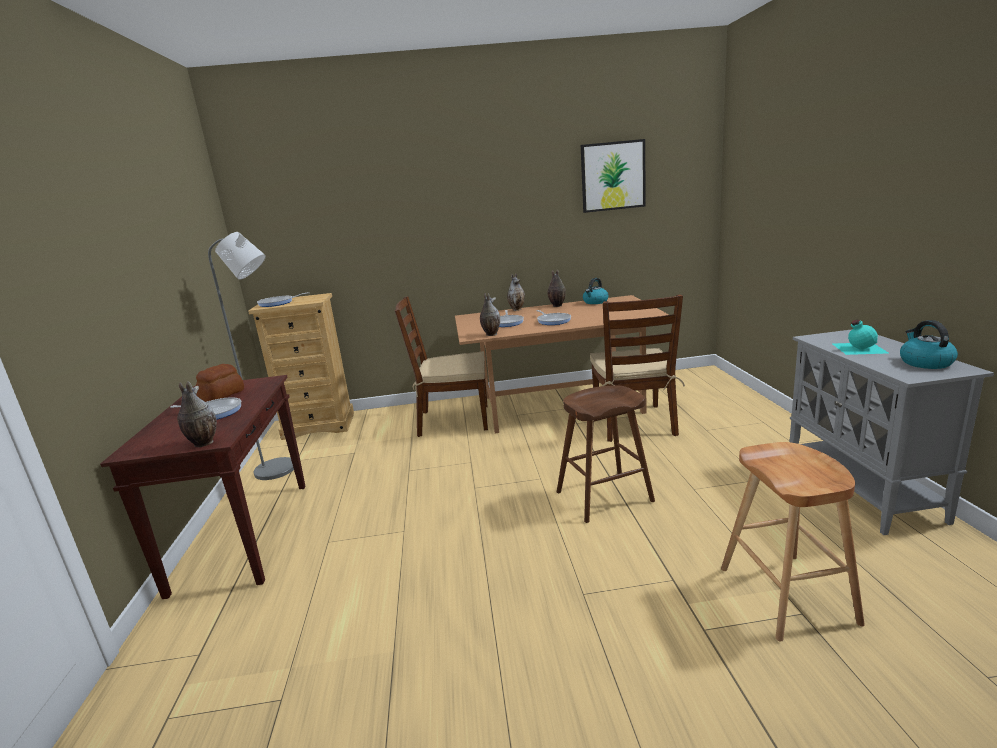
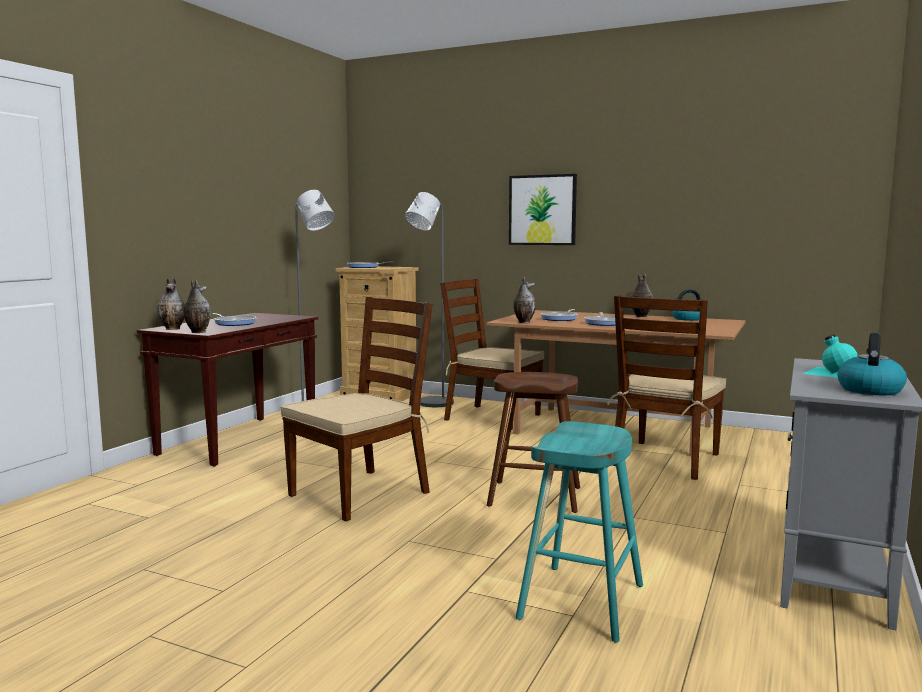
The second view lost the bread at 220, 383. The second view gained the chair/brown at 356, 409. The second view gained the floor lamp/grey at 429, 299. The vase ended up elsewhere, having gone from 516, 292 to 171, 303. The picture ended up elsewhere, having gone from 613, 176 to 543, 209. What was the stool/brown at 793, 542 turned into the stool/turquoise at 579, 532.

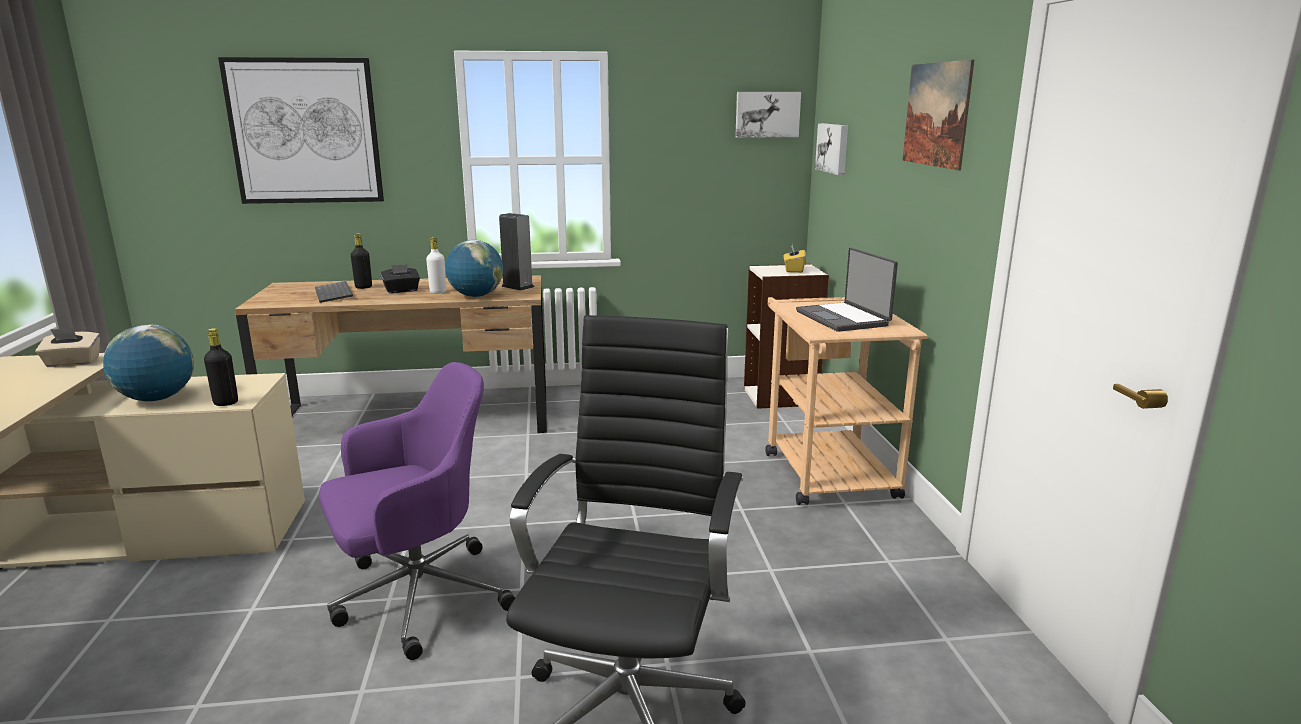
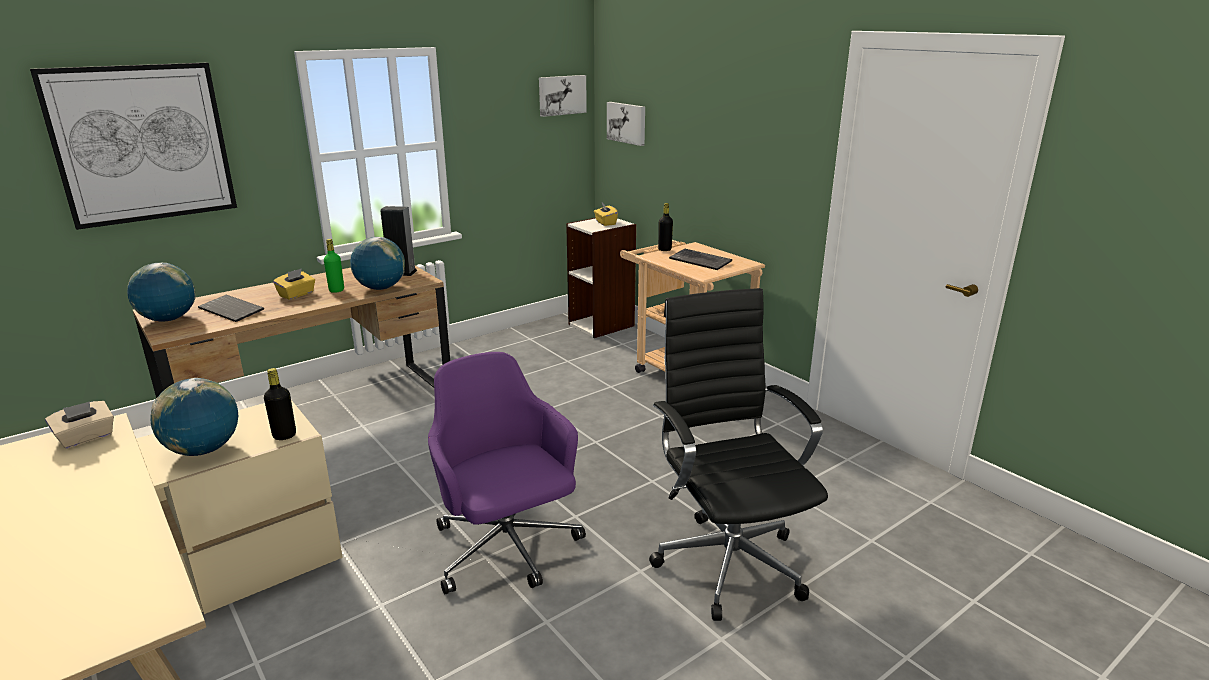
The second view lost the picture at 938, 115. The second view gained the globe at 161, 292. The bottle/black ended up elsewhere, having gone from 361, 261 to 665, 227. Where the laptop stood at 847, 289, the keyboard came to stand at 700, 259. What was the tissue box/black at 400, 278 turned into the tissue box/yellow at 294, 284. What was the bottle/white at 436, 265 turned into the bottle/green at 334, 266. The office chair/purple at 417, 511 ended up facing another way, 60 degrees counterclockwise from before.

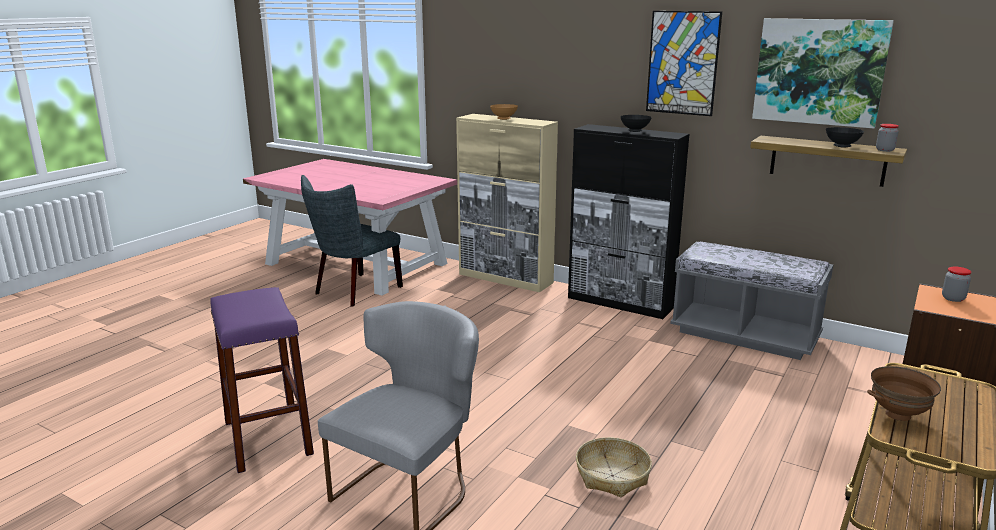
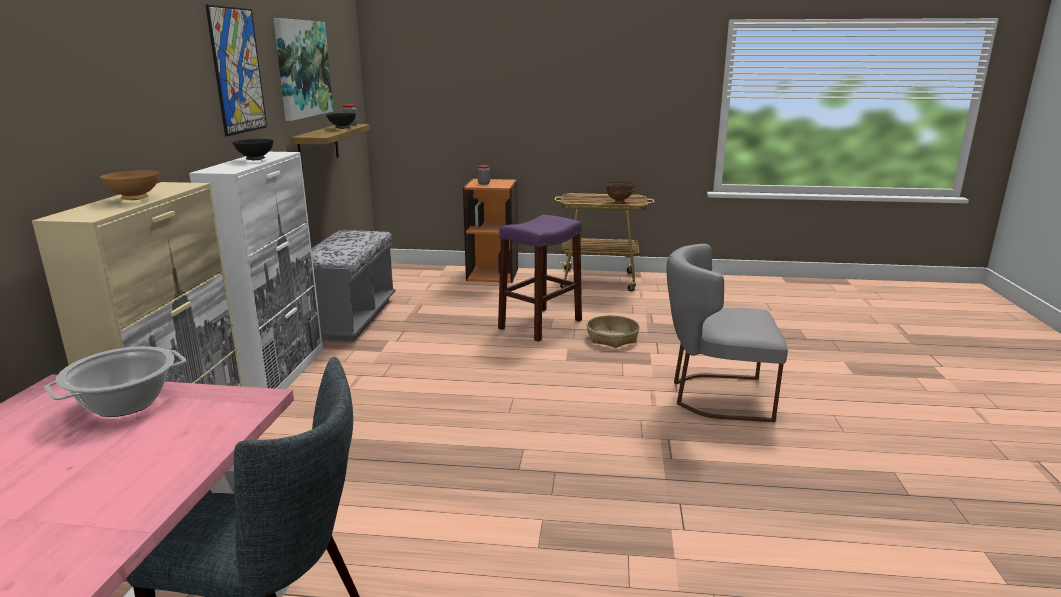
The second view gained the cooking pot at 115, 381. The stool/purple ended up elsewhere, having gone from 262, 380 to 540, 278. What was the cabinet/black at 628, 221 turned into the cabinet/white at 256, 270.

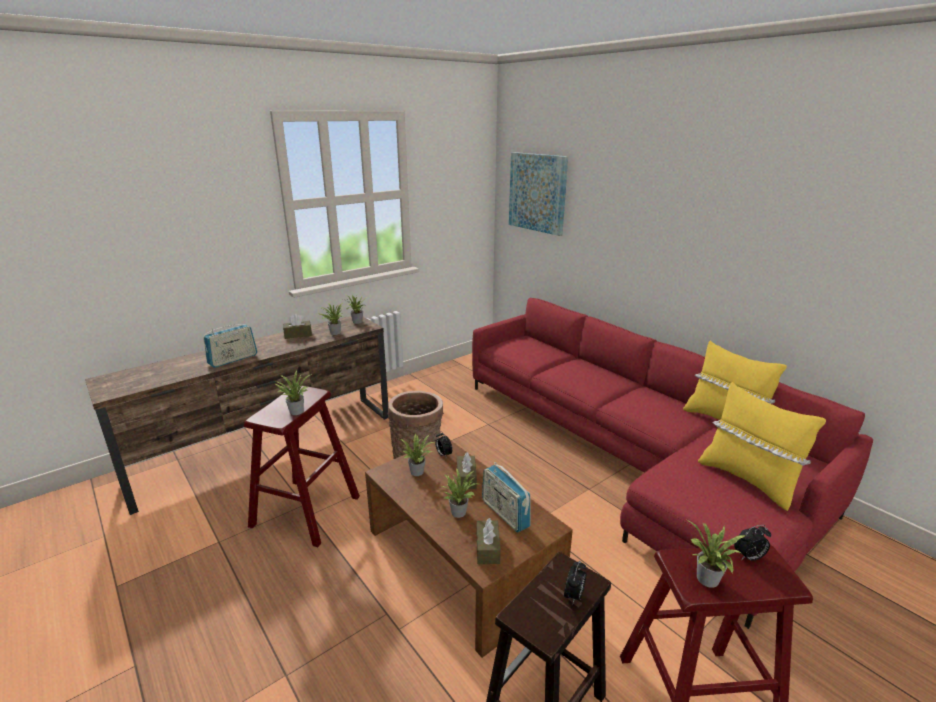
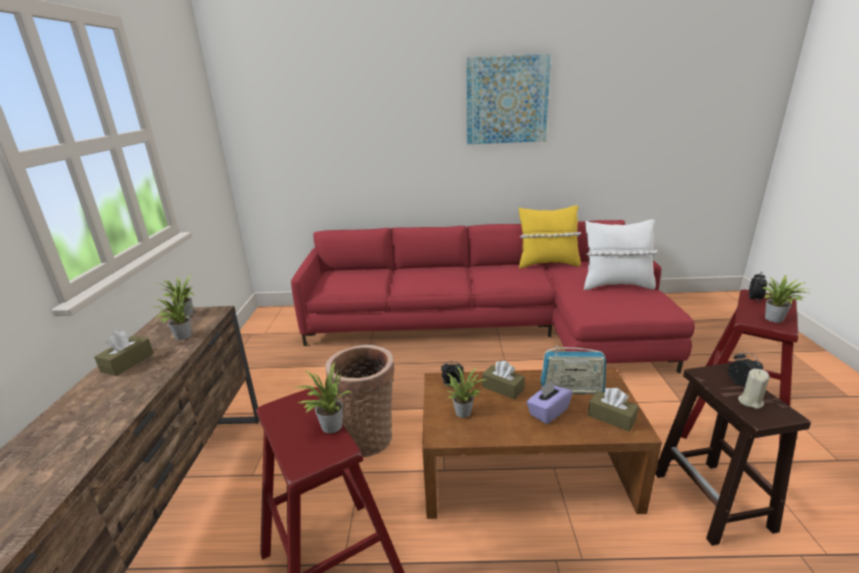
The second view lost the radio at 230, 346. The second view gained the candle/beige at 753, 389. The picture ended up elsewhere, having gone from 538, 194 to 508, 98. Where the potted plant stood at 460, 493, the tissue box/purple came to stand at 549, 402. What was the pillow/yellow at 762, 446 turned into the pillow/white at 621, 254.

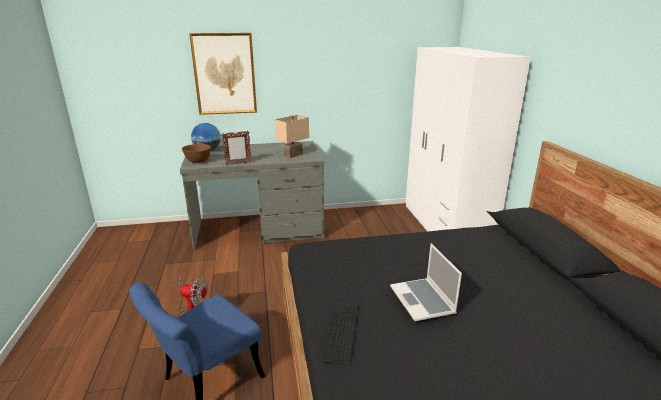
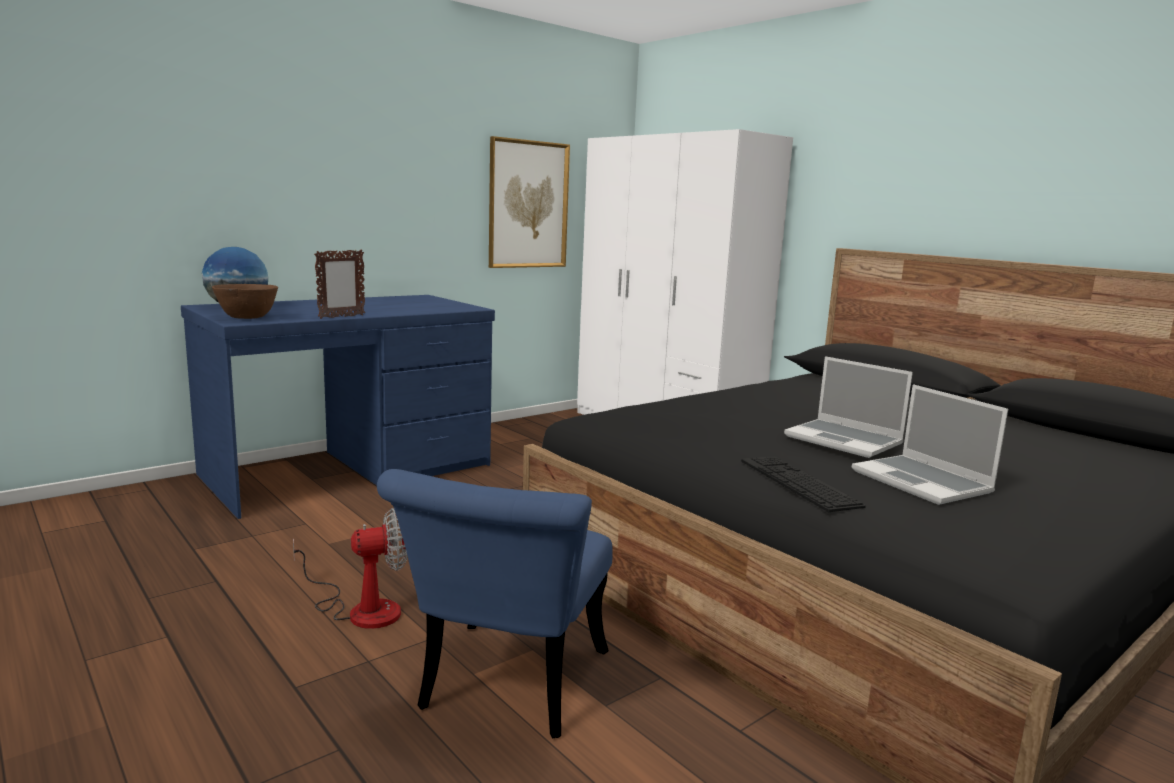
The second view lost the table lamp/beige at 292, 136. The second view gained the laptop at 930, 444. The picture ended up elsewhere, having gone from 223, 74 to 529, 202. What was the desk/grey at 252, 195 turned into the desk/blue at 338, 407.

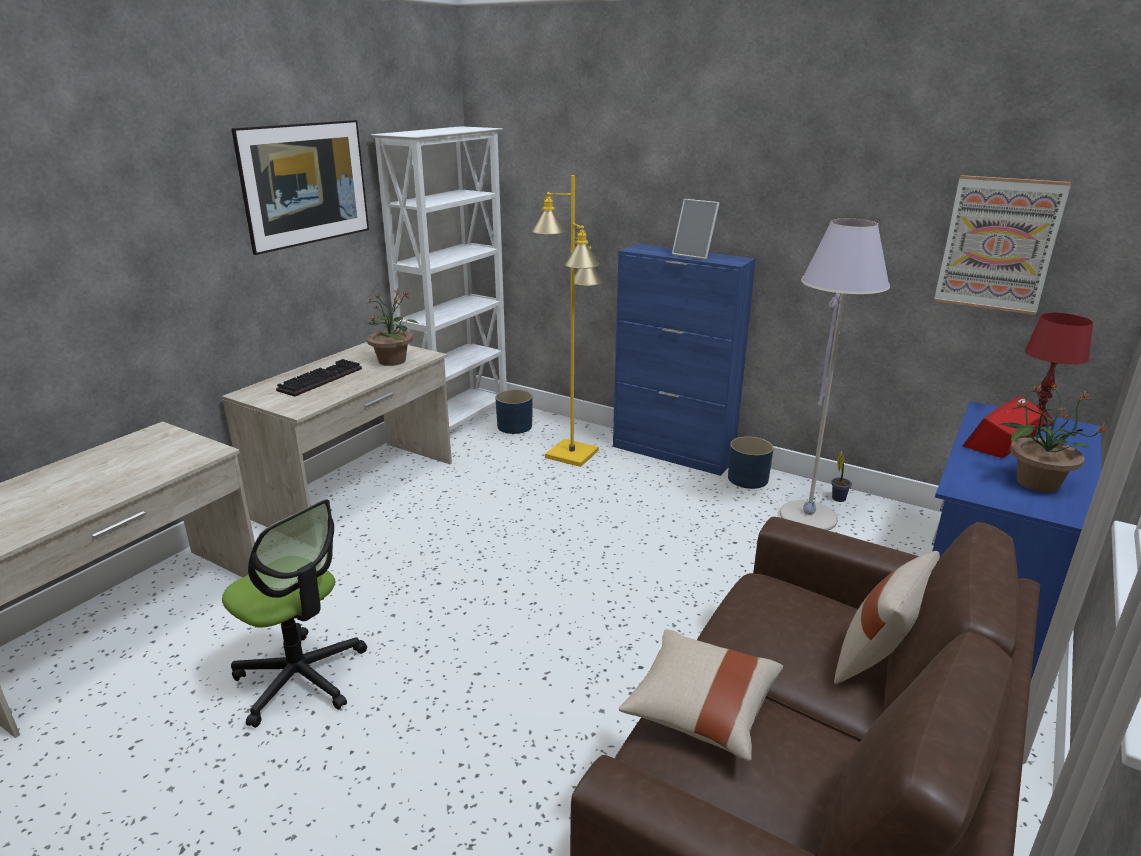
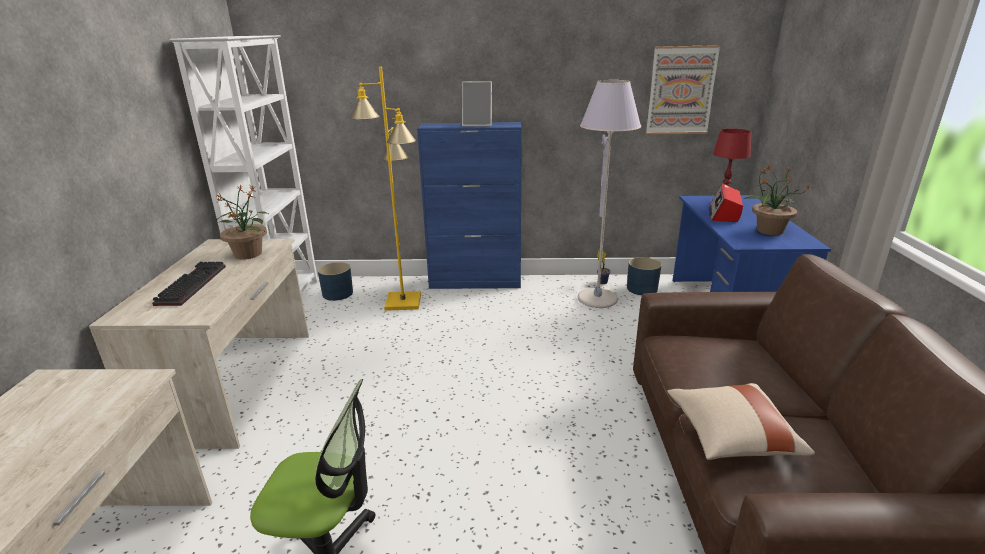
The second view lost the picture at 300, 187. The second view lost the pillow/beige at 887, 617. The planter/blue ended up elsewhere, having gone from 751, 462 to 644, 276.

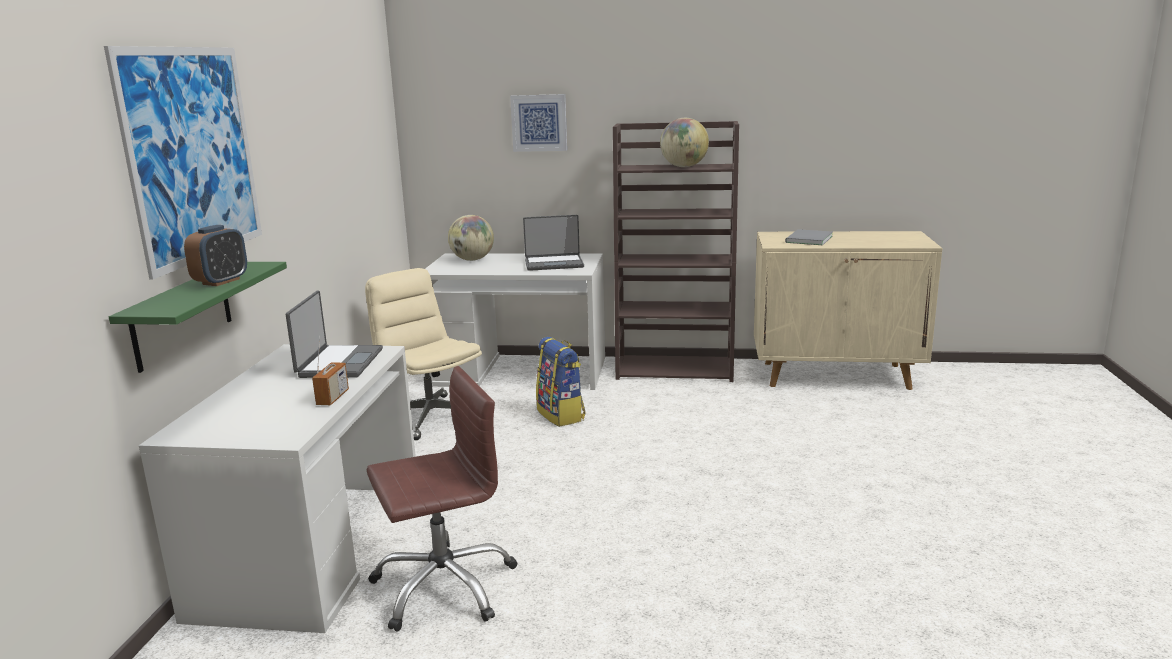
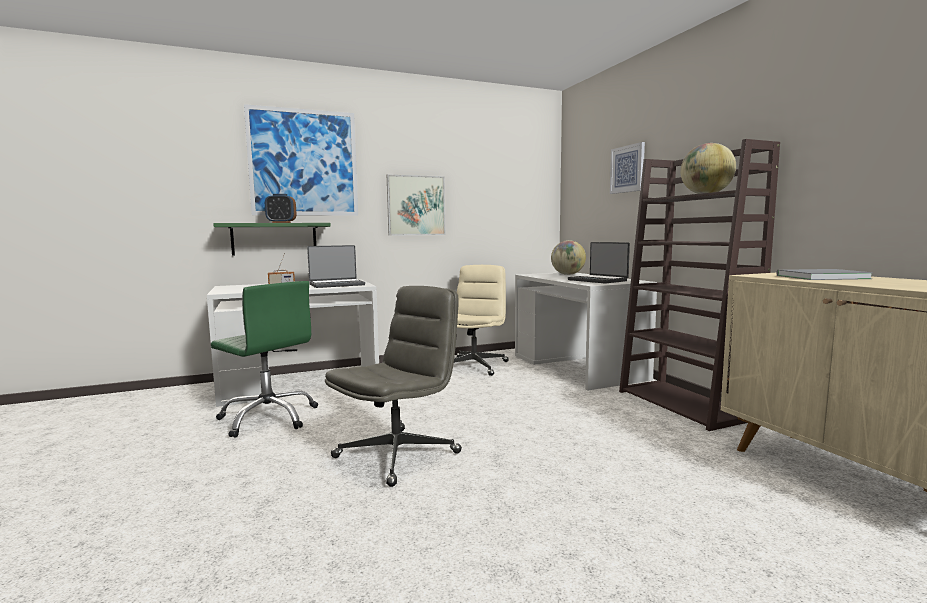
The second view lost the backpack at 561, 382. The second view gained the office chair/grey at 393, 386. The second view gained the picture at 416, 205. What was the office chair/brown at 442, 499 turned into the office chair/green at 264, 359.

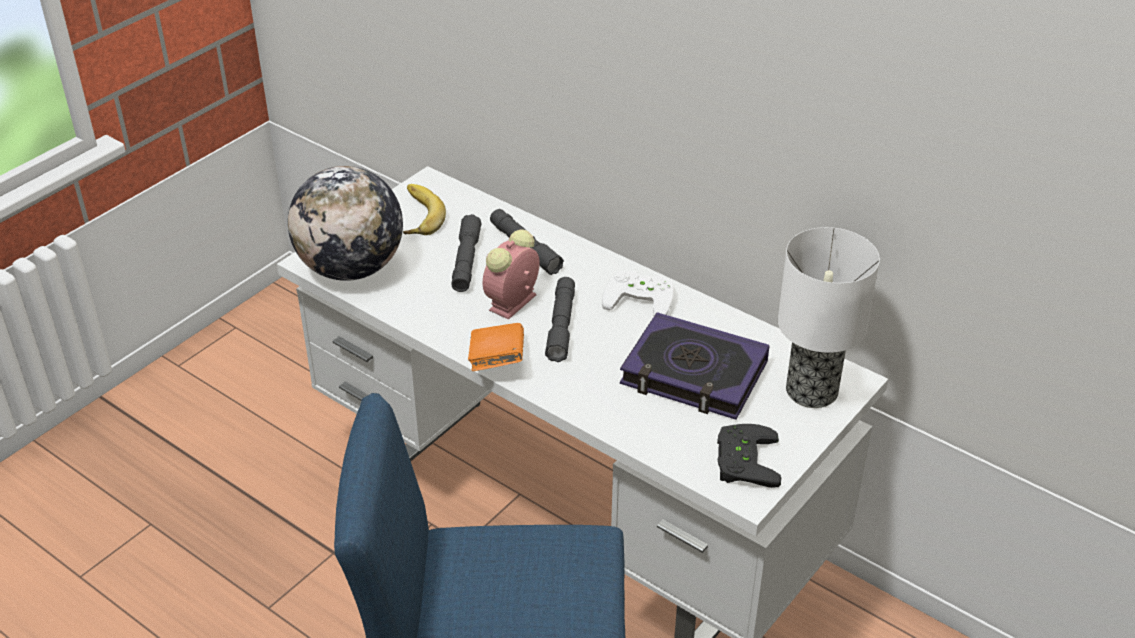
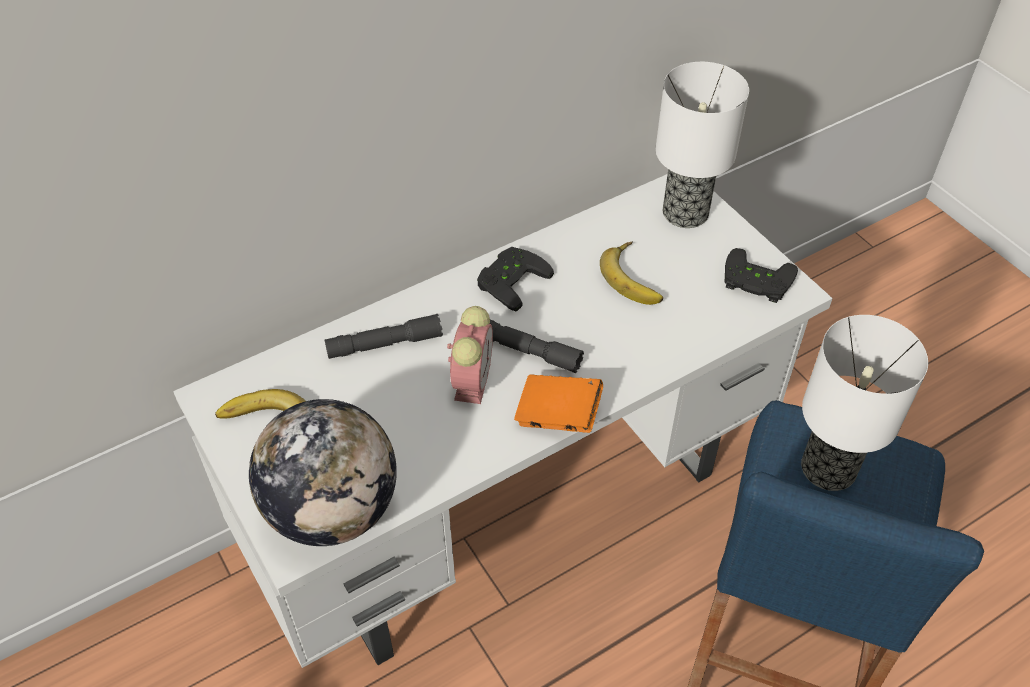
The second view lost the flashlight/grey at 466, 253. The second view gained the table lamp at 864, 403. Where the book stood at 694, 366, the banana came to stand at 631, 273. What was the game controller/white at 638, 293 turned into the game controller/black at 515, 279. The alarm clock at 511, 274 ended up facing another way, 135 degrees counterclockwise from before.

